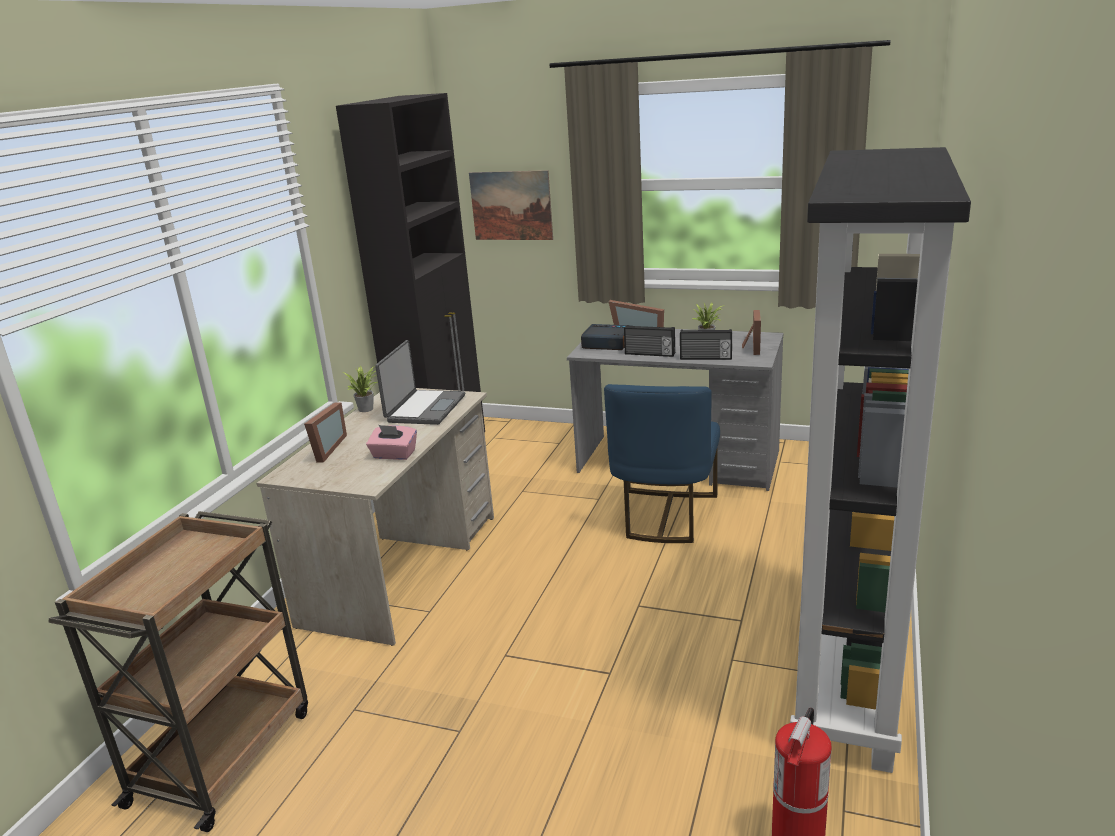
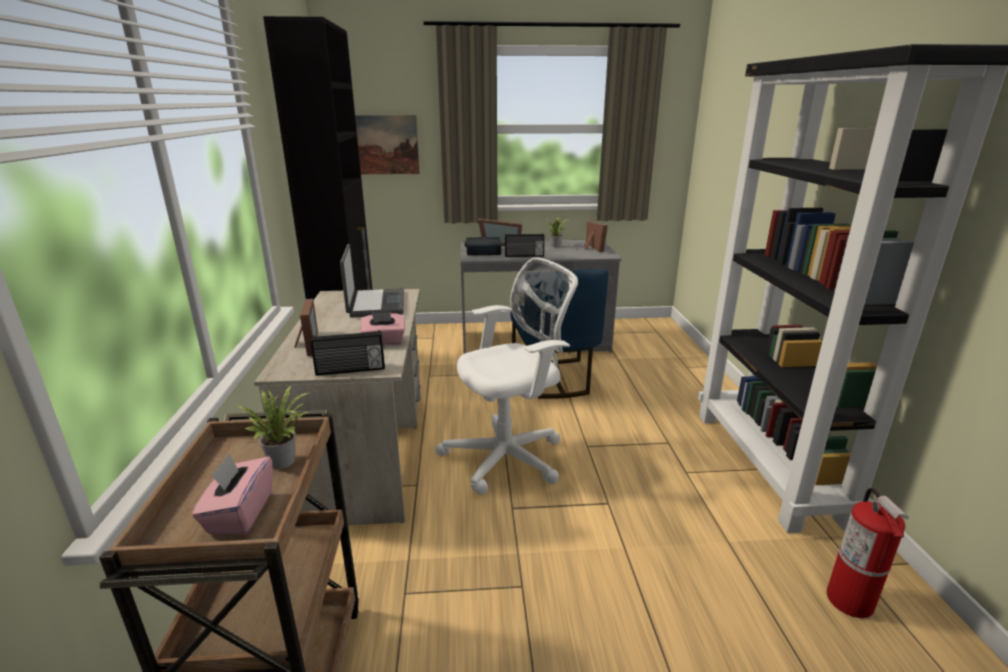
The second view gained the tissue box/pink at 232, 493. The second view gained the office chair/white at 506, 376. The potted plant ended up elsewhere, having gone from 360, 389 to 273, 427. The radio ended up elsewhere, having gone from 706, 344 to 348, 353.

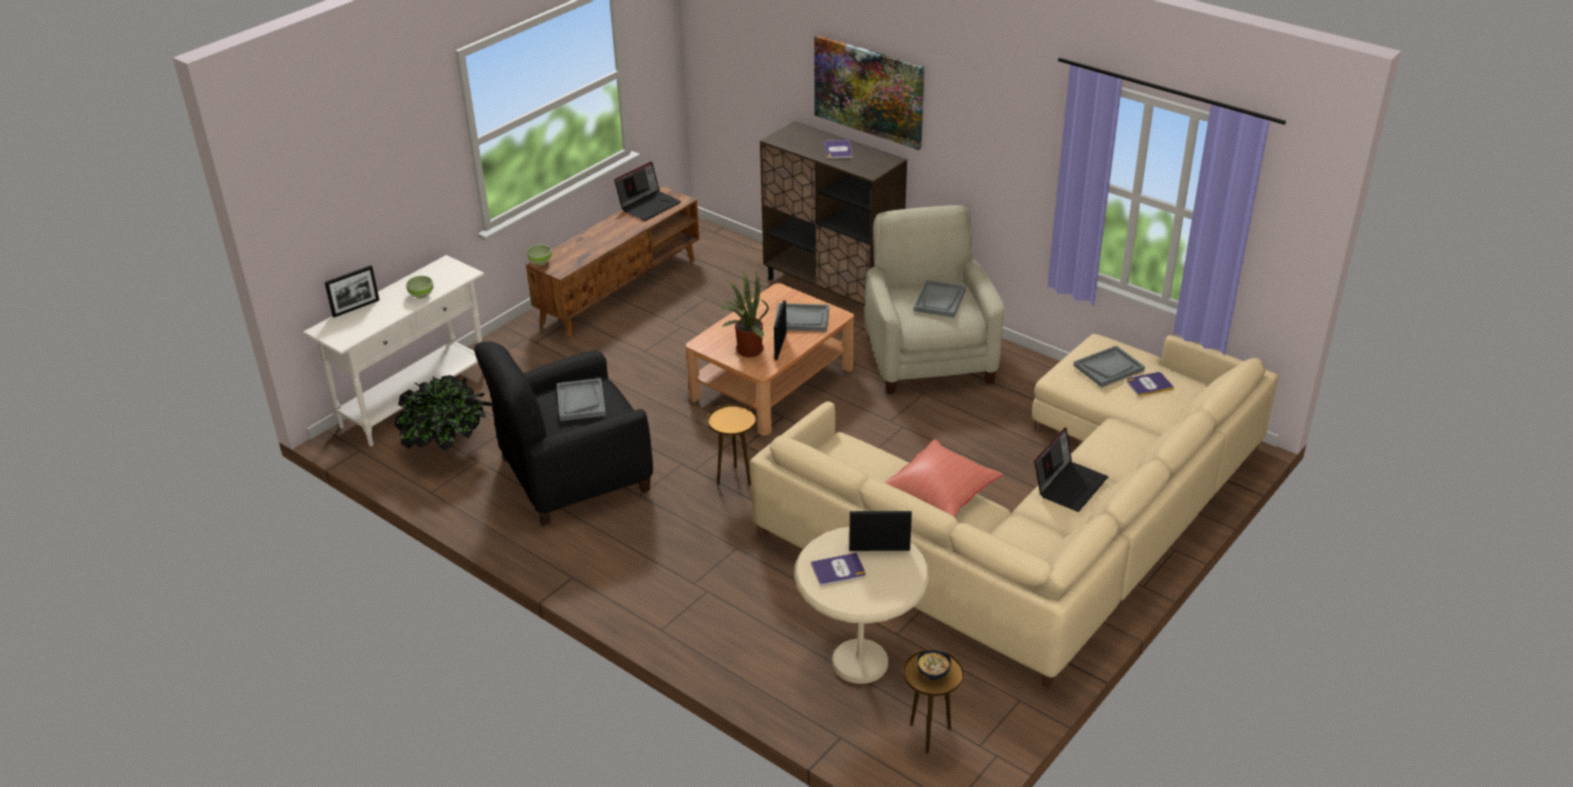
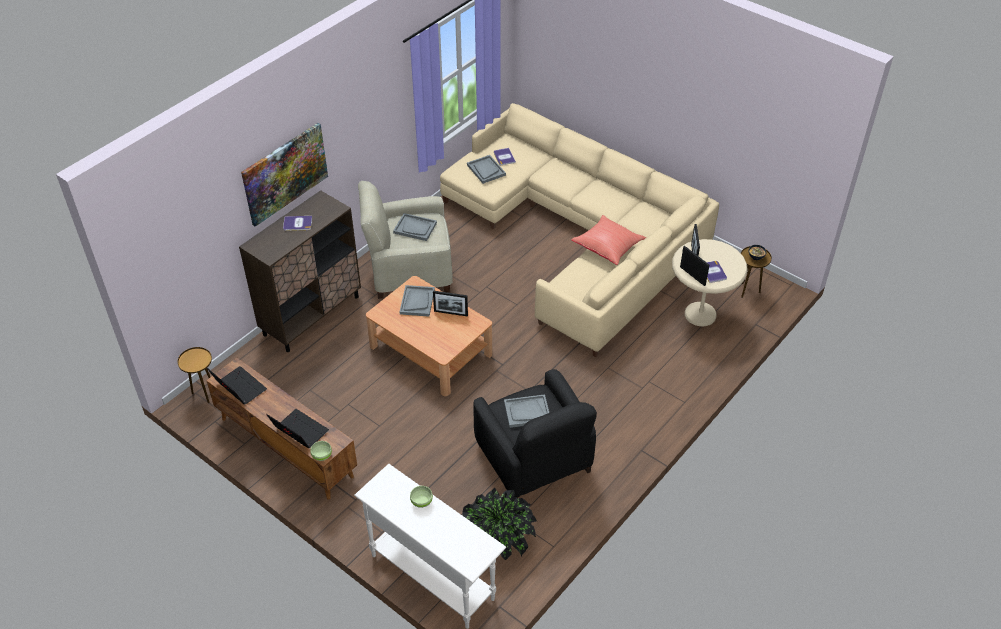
The second view lost the potted plant at 742, 314. The picture frame ended up elsewhere, having gone from 352, 291 to 694, 266. The side table/brown ended up elsewhere, having gone from 732, 444 to 194, 375. The laptop ended up elsewhere, having gone from 1071, 469 to 297, 428.

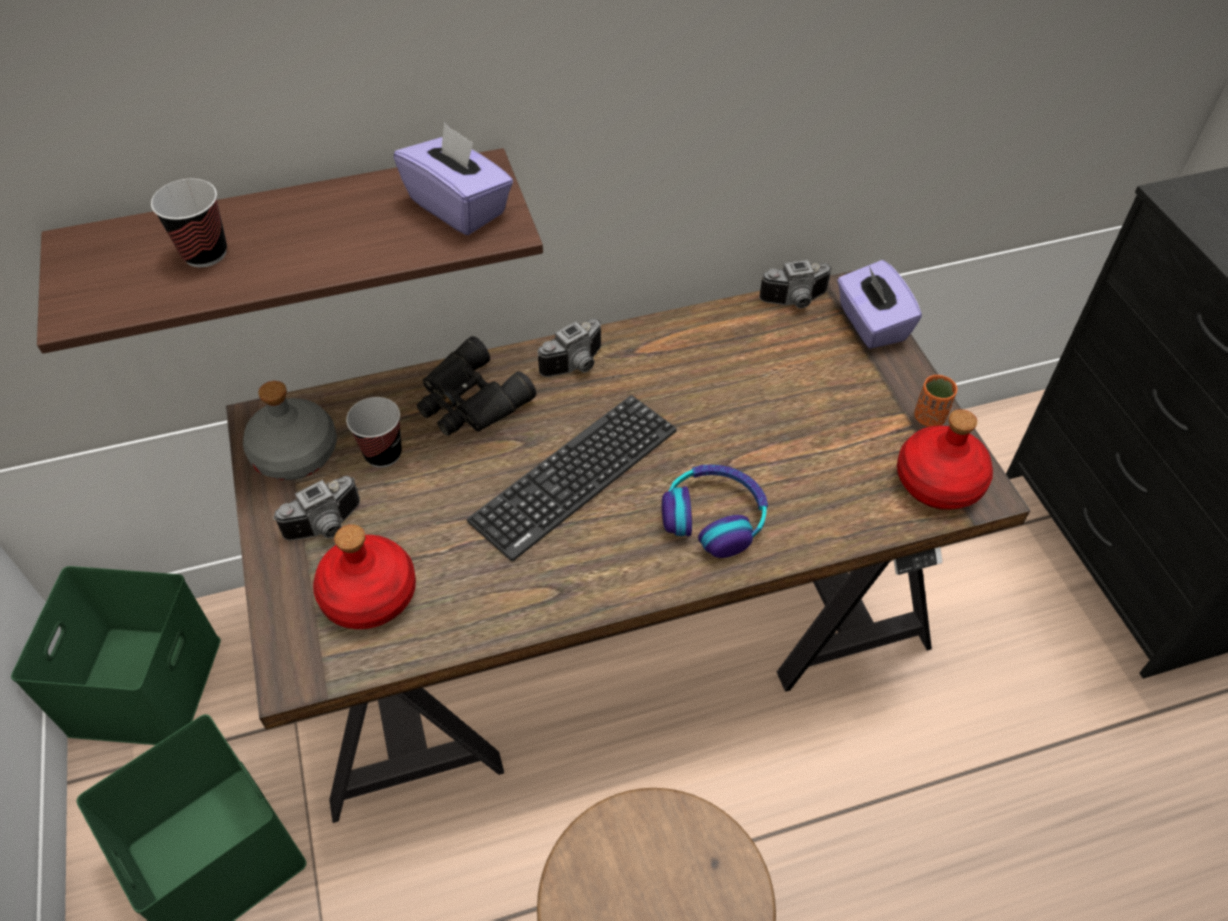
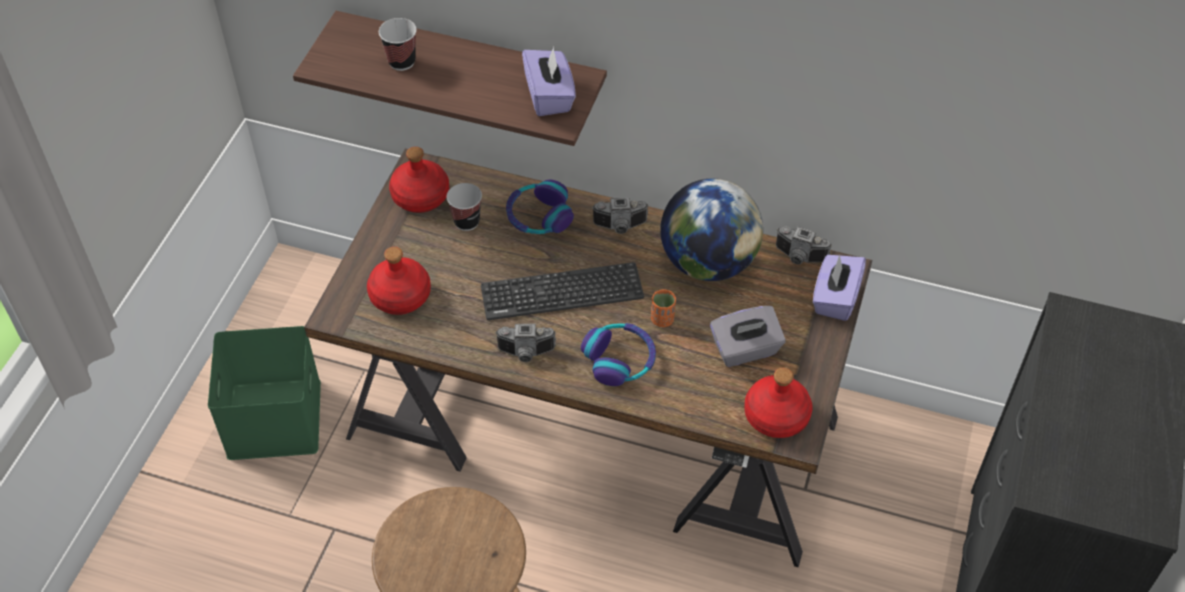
The second view lost the storage box/green at 116, 655. The second view gained the globe at 711, 230. The second view gained the tissue box/grey at 748, 336. The photo camera ended up elsewhere, having gone from 316, 508 to 525, 343. The cup/orange ended up elsewhere, having gone from 935, 401 to 663, 308. Where the binoculars/black stood at 476, 386, the headphones came to stand at 540, 207. What was the bottle/grey at 290, 430 turned into the bottle/red at 419, 180.

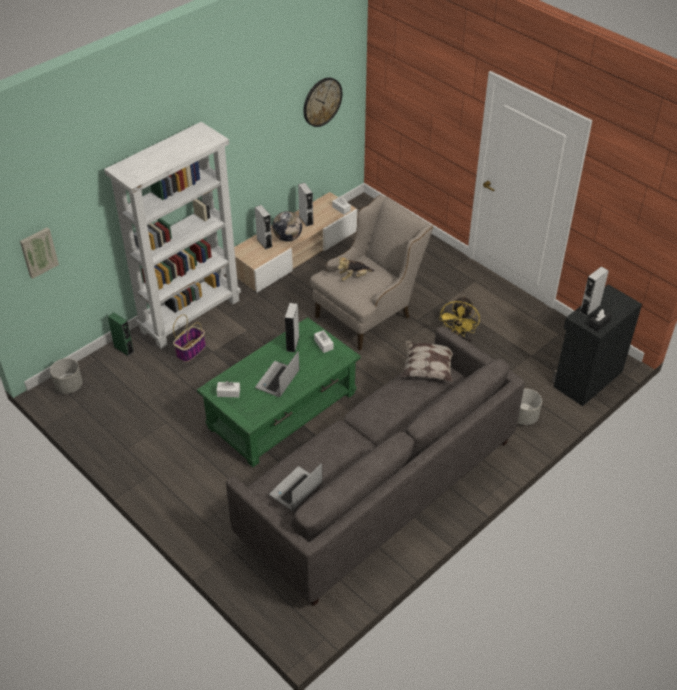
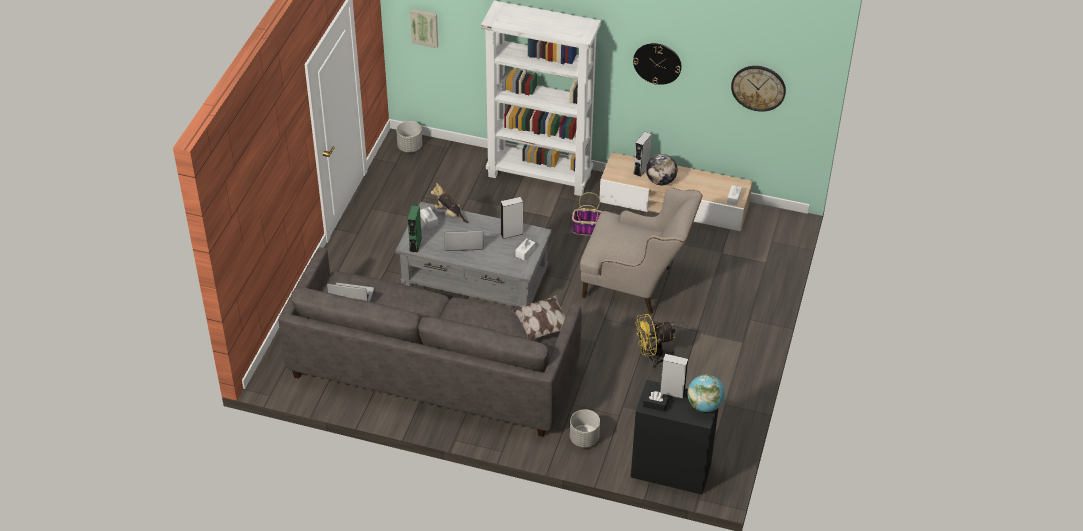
The second view lost the speaker/grey at 306, 204. The second view gained the wall clock at 657, 64. The second view gained the globe at 706, 393. The speaker/green ended up elsewhere, having gone from 121, 334 to 414, 229. The basket ended up elsewhere, having gone from 189, 338 to 587, 214. The plush toy ended up elsewhere, having gone from 356, 269 to 449, 203. What was the coffee table/green at 279, 392 turned into the coffee table/grey at 473, 254.

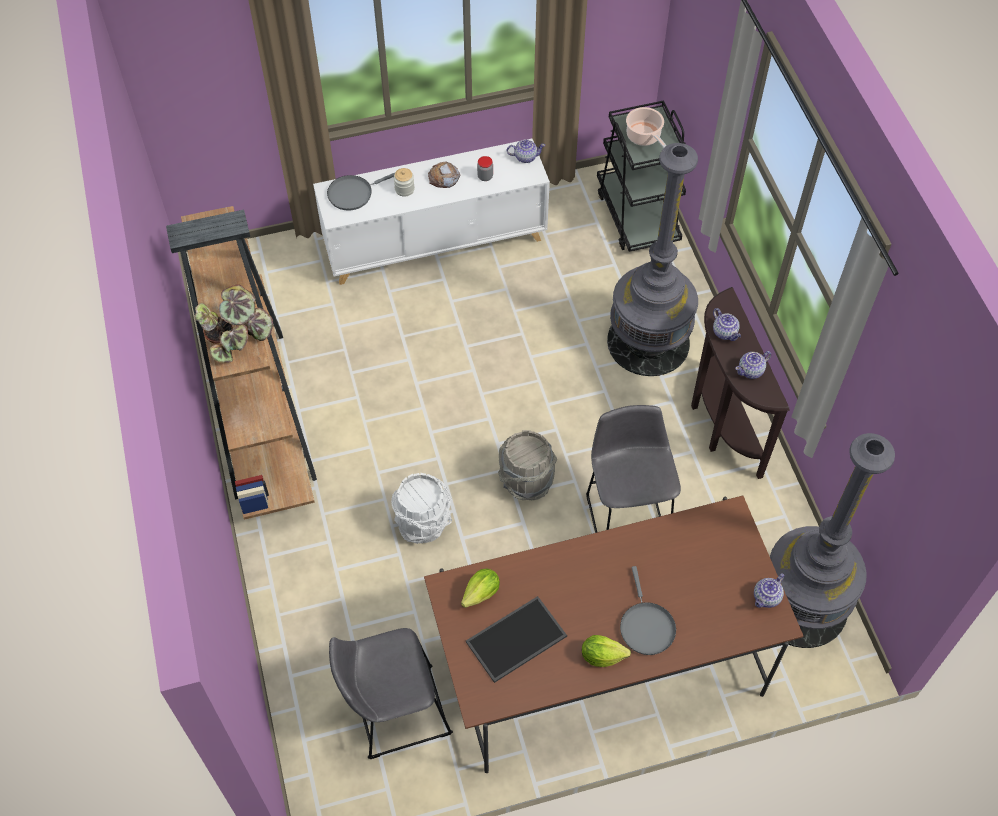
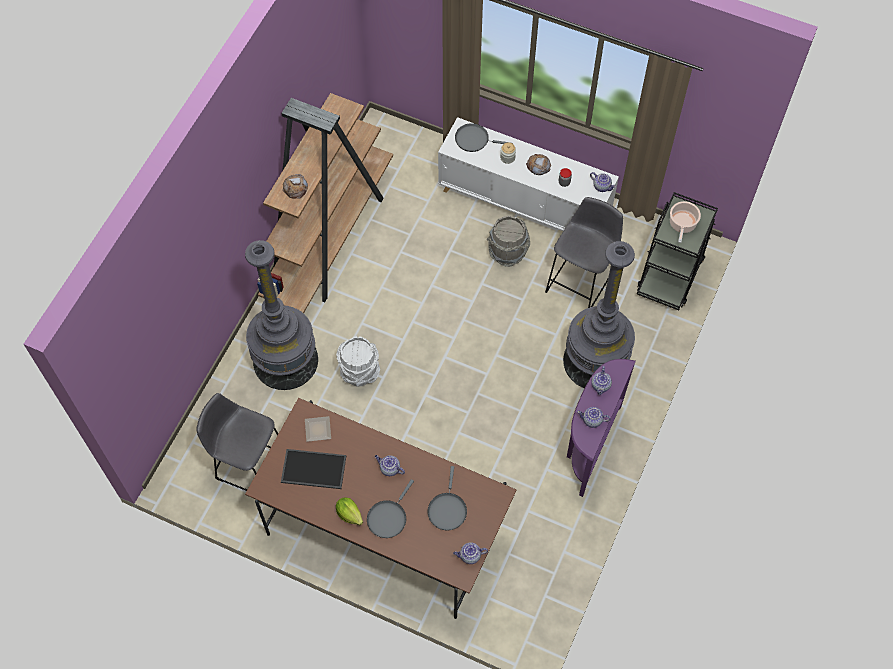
The second view gained the teapot at 390, 465. The second view gained the frying pan/grey at 447, 498. The bucket/grey ended up elsewhere, having gone from 527, 465 to 508, 241. The stool/grey ended up elsewhere, having gone from 633, 469 to 584, 252. The floor lamp/grey ended up elsewhere, having gone from 832, 540 to 281, 315. Where the potted plant stood at 234, 323, the bread came to stand at 295, 186. Where the lettuce stood at 480, 588, the plate came to stand at 318, 429. What was the console table/brown at 740, 383 turned into the console table/purple at 601, 428.

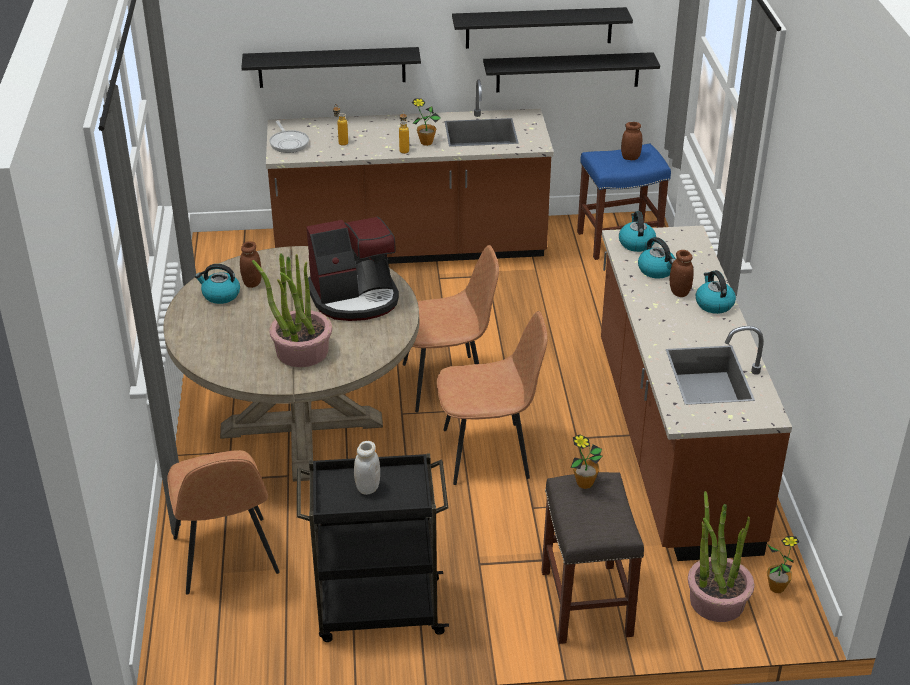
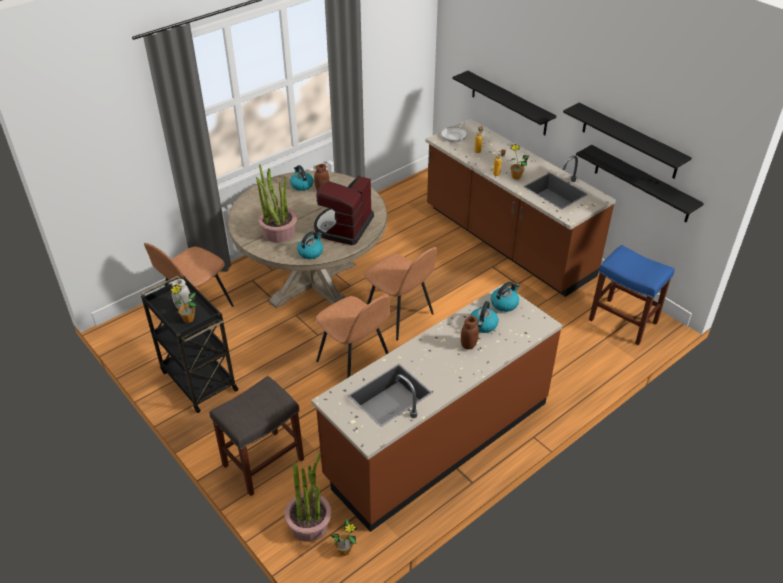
The second view lost the jar/brown at 631, 141. The potted plant ended up elsewhere, having gone from 586, 461 to 183, 304. The kettle ended up elsewhere, having gone from 716, 292 to 310, 245. The coffee machine at 352, 268 ended up facing another way, 75 degrees clockwise from before.

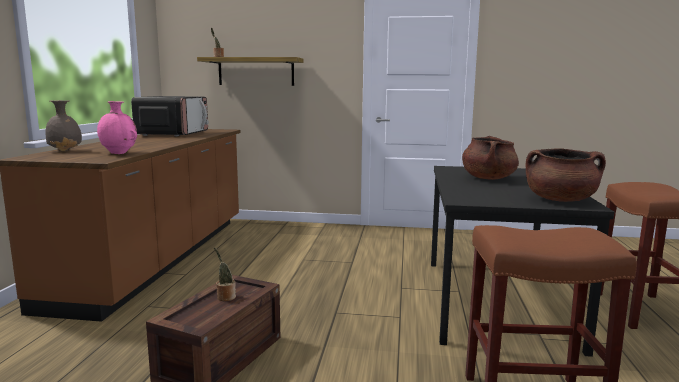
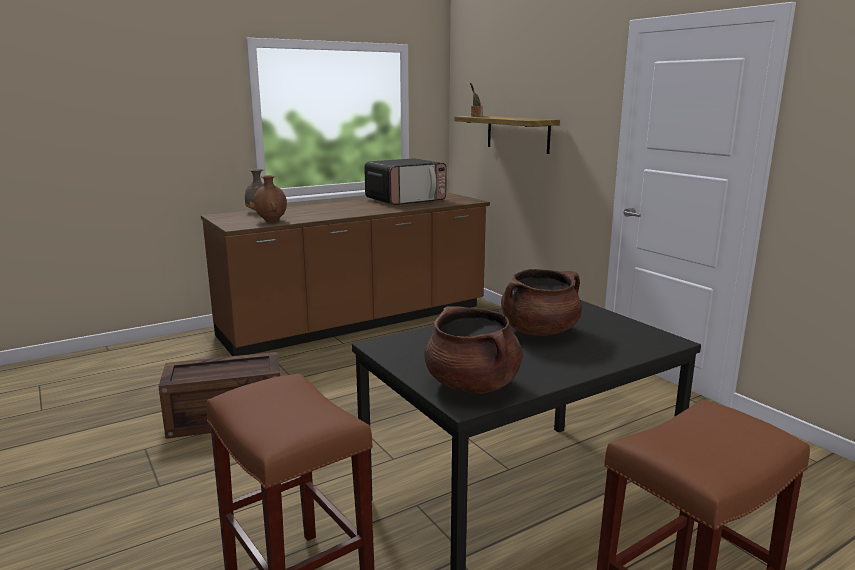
The second view lost the potted plant at 225, 274. What was the vase/pink at 117, 127 turned into the vase/brown at 270, 198.

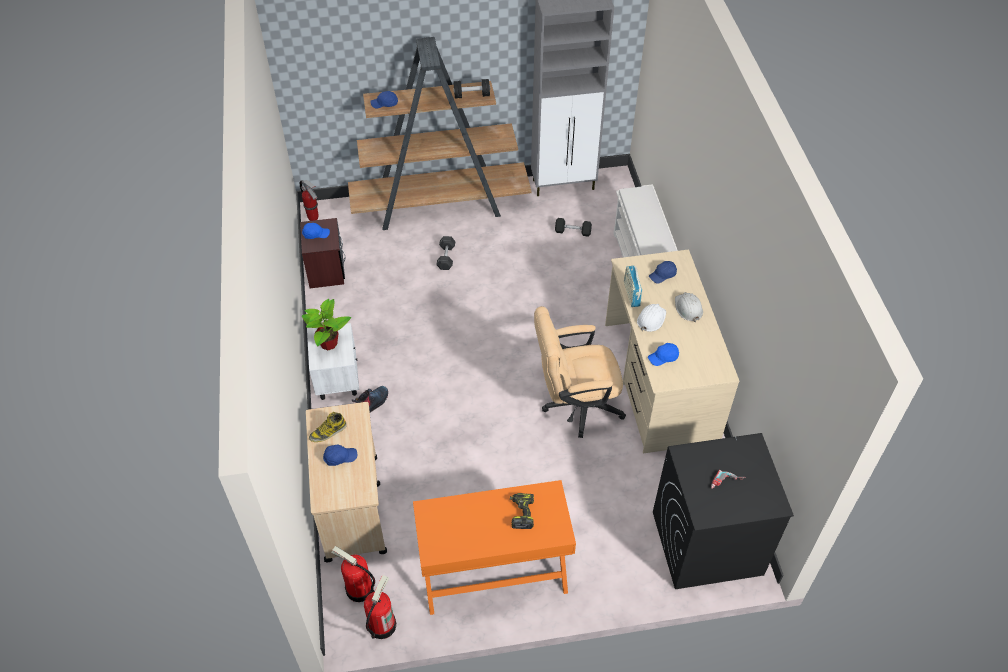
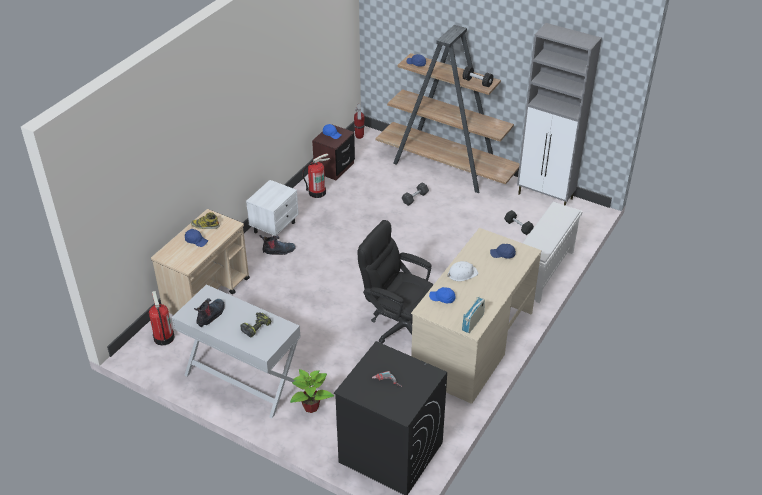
The second view lost the hard hat/white at 689, 307. The second view gained the boot at 209, 312. The potted plant ended up elsewhere, having gone from 326, 324 to 312, 391. The fire extinguisher ended up elsewhere, having gone from 380, 607 to 316, 176. The radio ended up elsewhere, having gone from 633, 286 to 473, 314. What was the console table/orange at 494, 547 turned into the console table/white at 236, 351. What was the office chair/beige at 580, 372 turned into the office chair/black at 395, 282.

